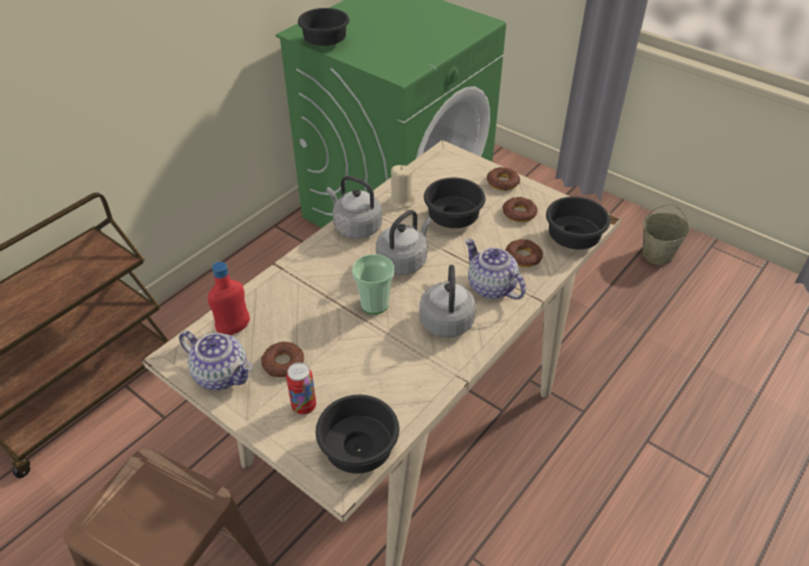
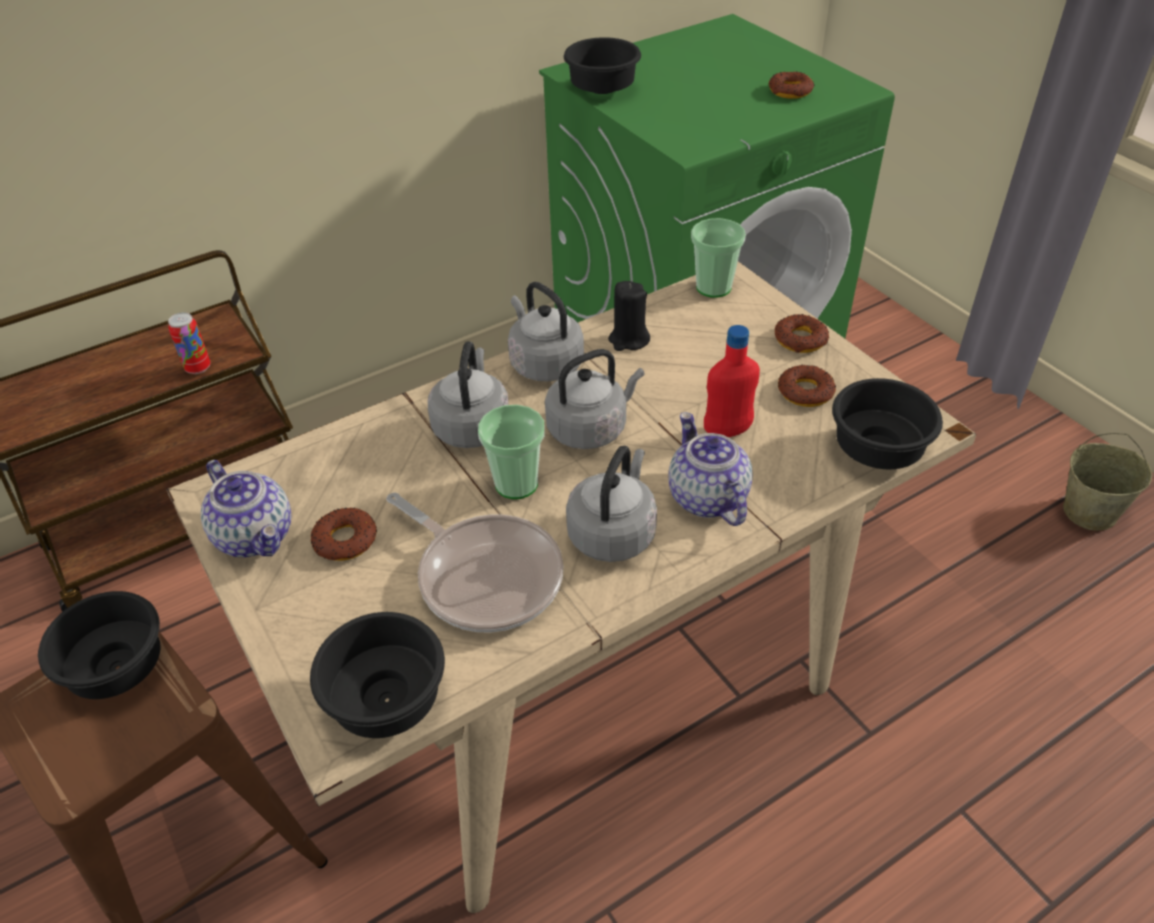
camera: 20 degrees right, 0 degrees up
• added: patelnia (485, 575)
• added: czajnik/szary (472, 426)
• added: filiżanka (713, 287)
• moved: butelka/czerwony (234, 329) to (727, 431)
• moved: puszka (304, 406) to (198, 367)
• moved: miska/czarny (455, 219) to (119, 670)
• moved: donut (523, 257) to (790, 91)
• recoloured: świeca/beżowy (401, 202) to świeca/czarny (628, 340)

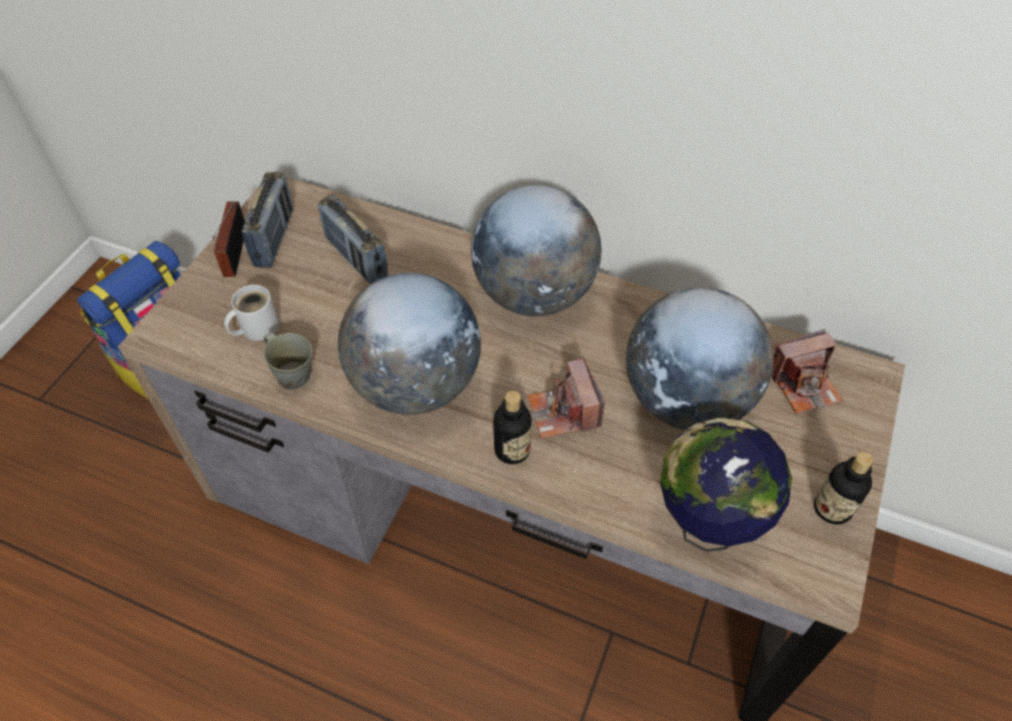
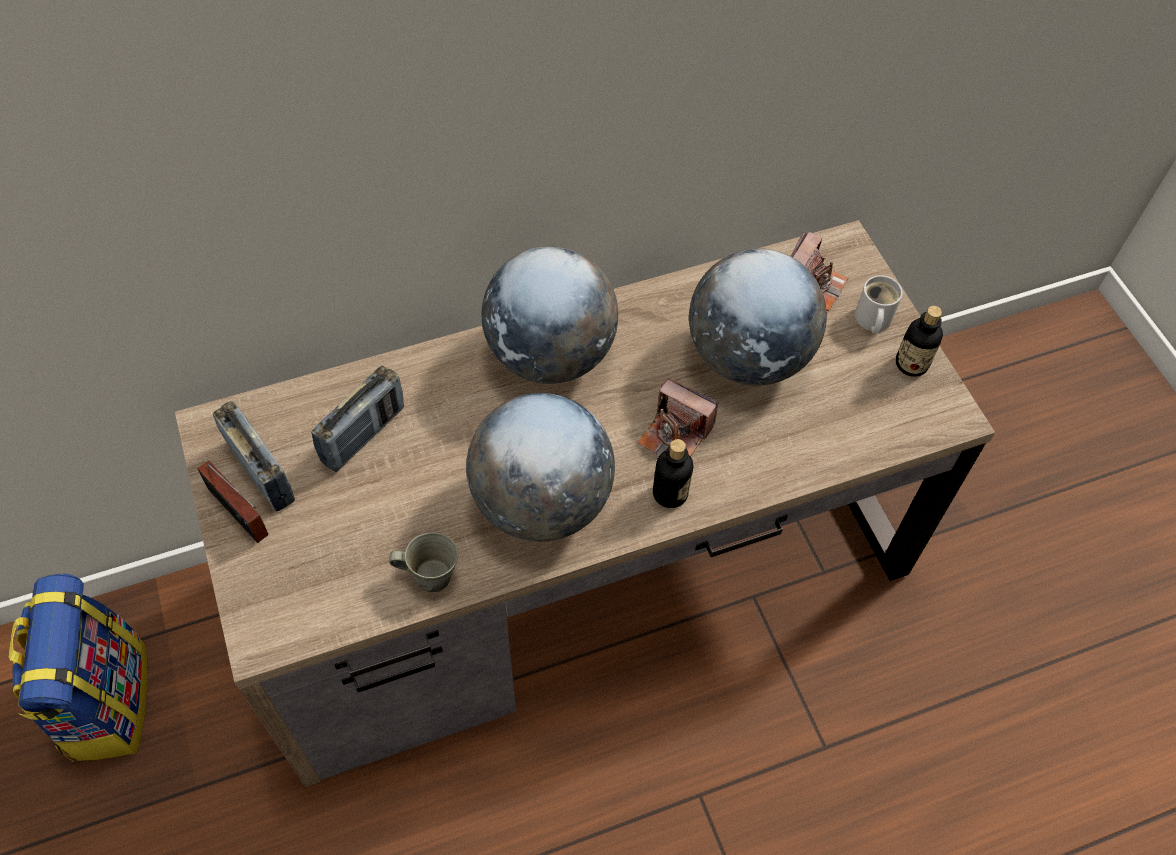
camera: 45 degrees left, 5 degrees up
• removed: globus (705, 525)
• moved: kubek/biały (256, 327) to (871, 319)
• turned: radio (356, 259) = (363, 435) 60 degrees counterclockwise

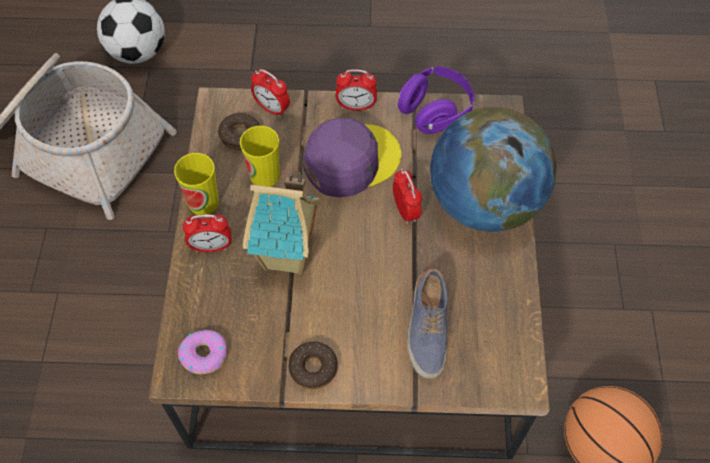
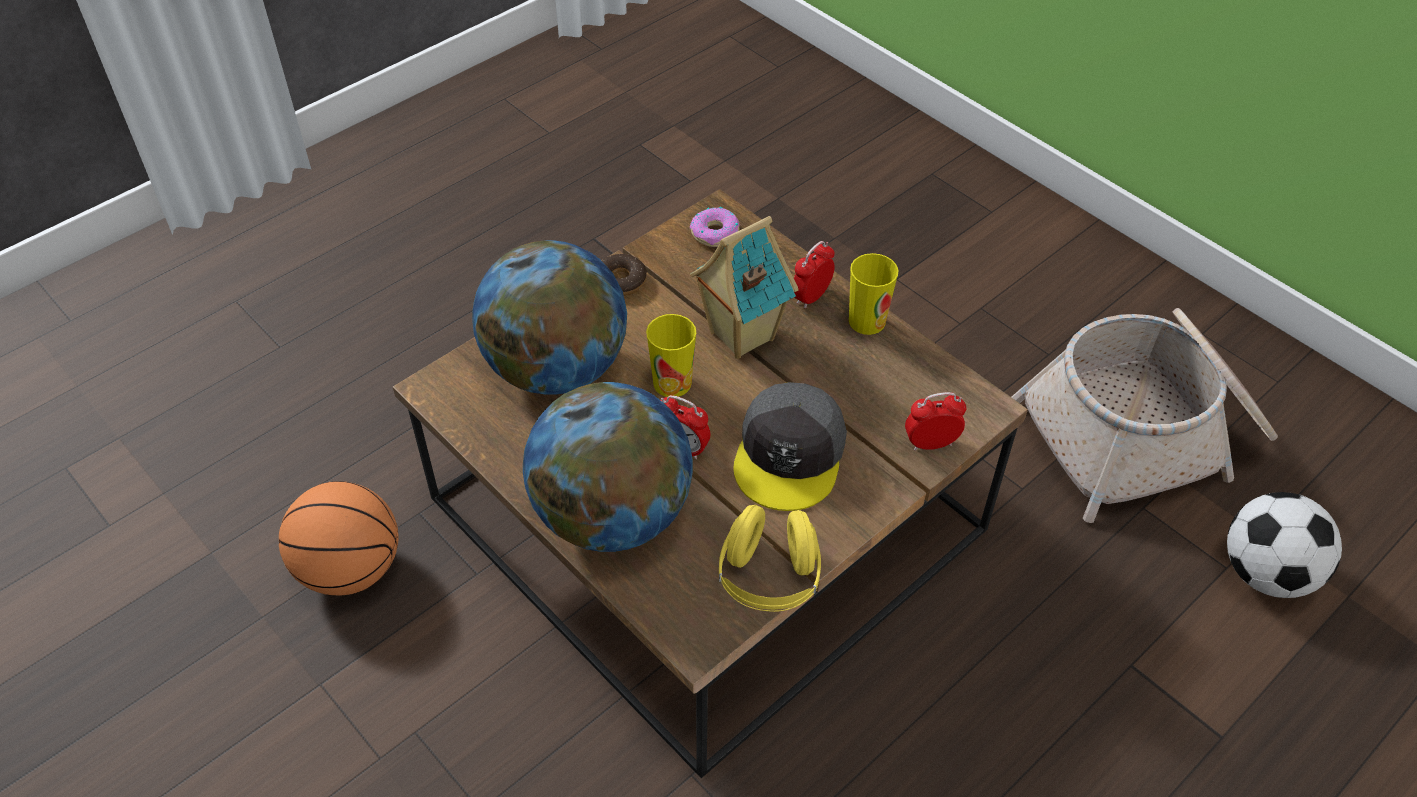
camera: 135 degrees right, 10 degrees down
• removed: donut (240, 135)
• removed: budzik (356, 106)
• moved: filiżanka (265, 175) to (672, 383)
• replaced: but (426, 329) to globus (556, 369)
• recoloured: czapka z daszkiem/fioletowy (350, 160) to czapka z daszkiem/szary (790, 454)
• recoloured: słuchawki/fioletowy (435, 111) to słuchawki/żółty (769, 577)

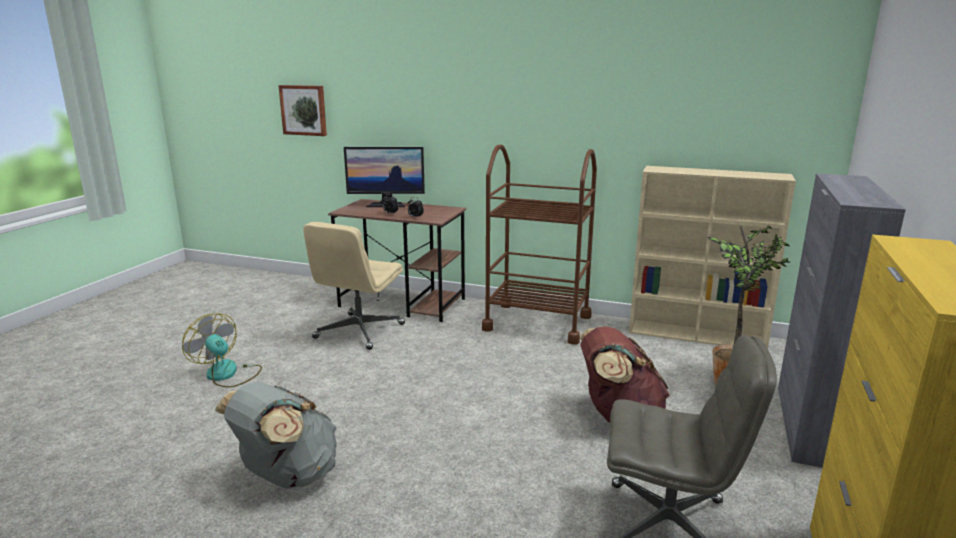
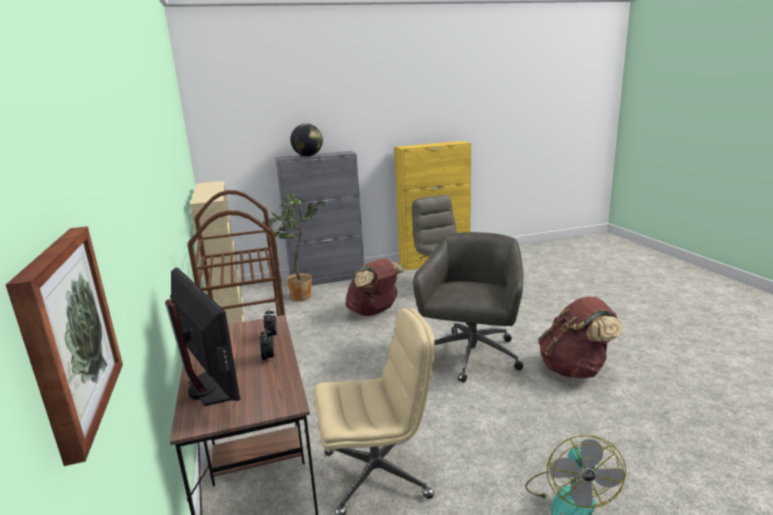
camera: 125 degrees left, 0 degrees up
• added: globus (308, 156)
• added: krzesło biurowe/szary (471, 357)
• recoloured: plecak/szary (287, 476) to plecak/brązowy (575, 369)

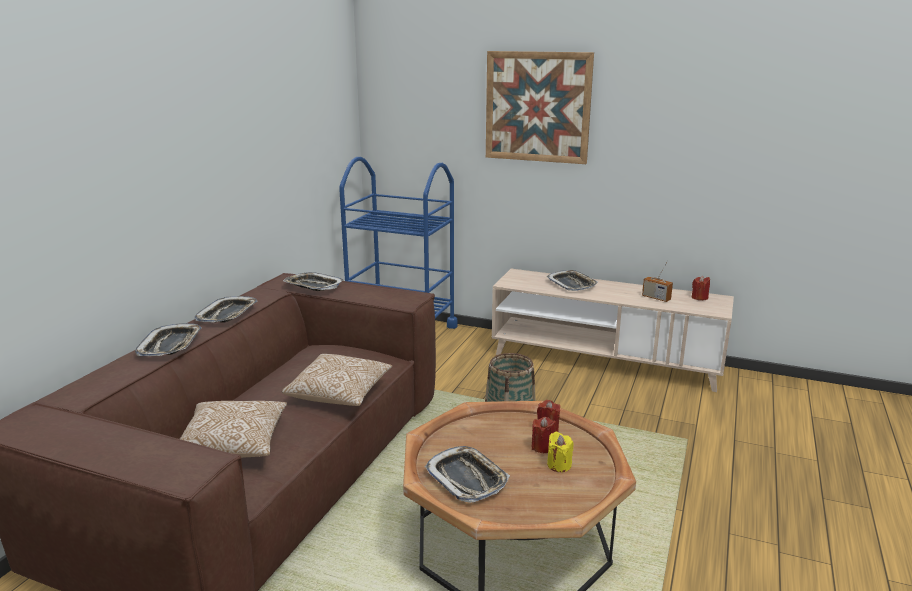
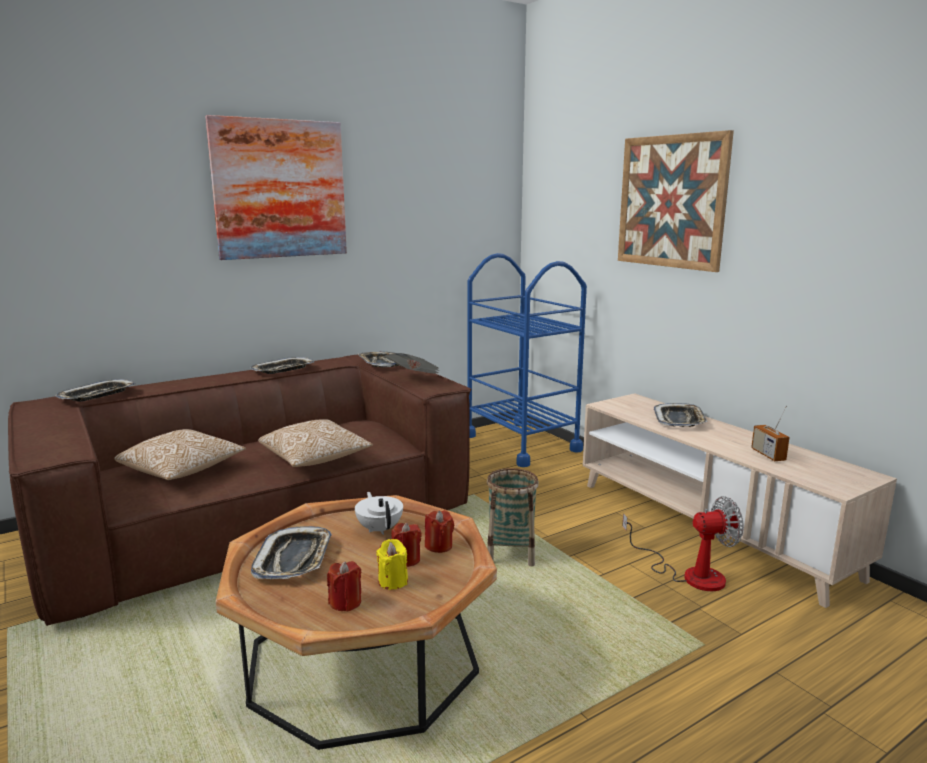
camera: 35 degrees right, 5 degrees down
• added: obraz (280, 189)
• added: imbryk/biały (380, 529)
• added: gazeta (415, 379)
• added: wentylator (690, 574)
• moved: taca (171, 345) to (97, 395)
• moved: świeca/czerwony (699, 298) to (345, 602)

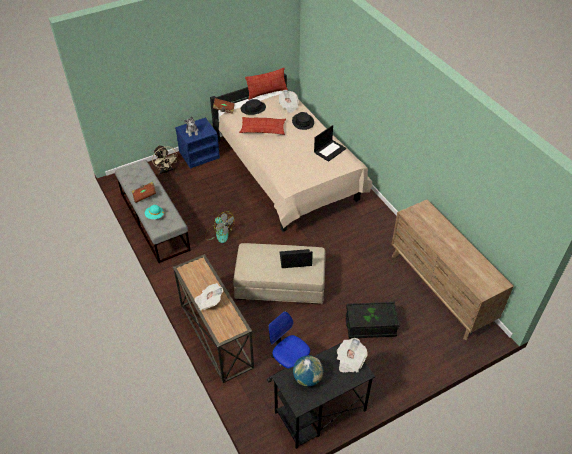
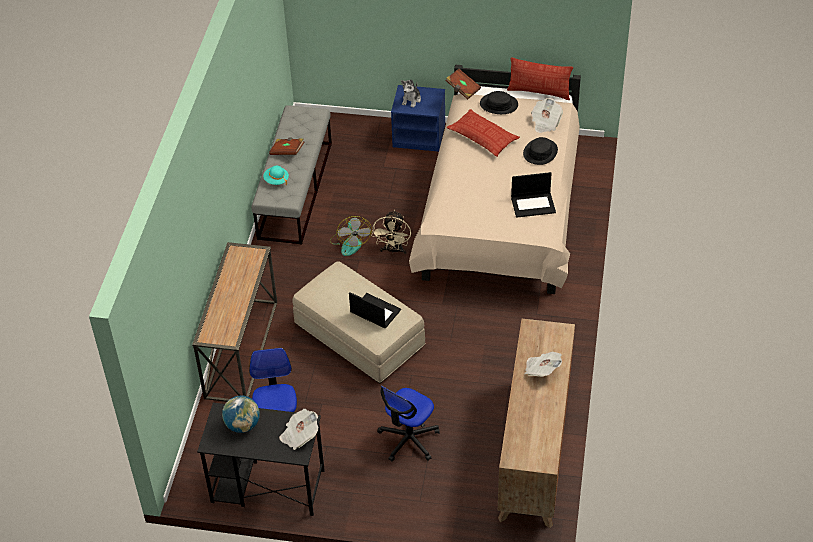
camera: 40 degrees right, 0 degrees up
• moved: wentylator/beżowy (166, 171) to (393, 250)
• moved: gazeta (209, 301) to (542, 370)
• replaced: pojemnik do przechowywania/czarny (370, 326) to krzesło biurowe (408, 440)

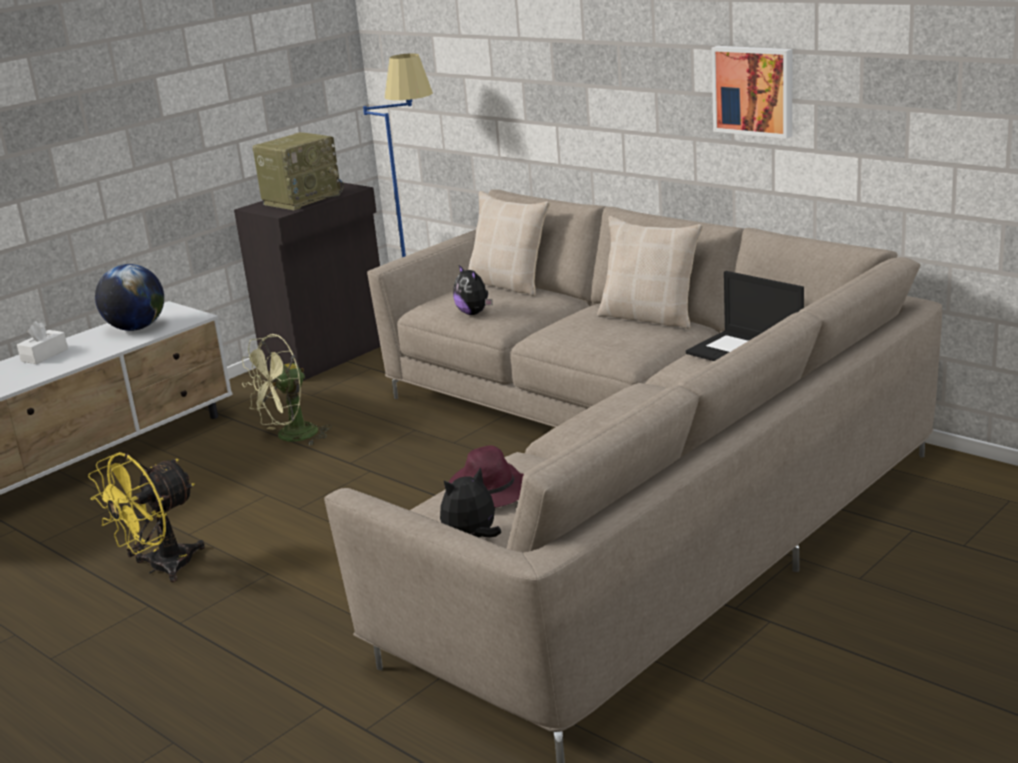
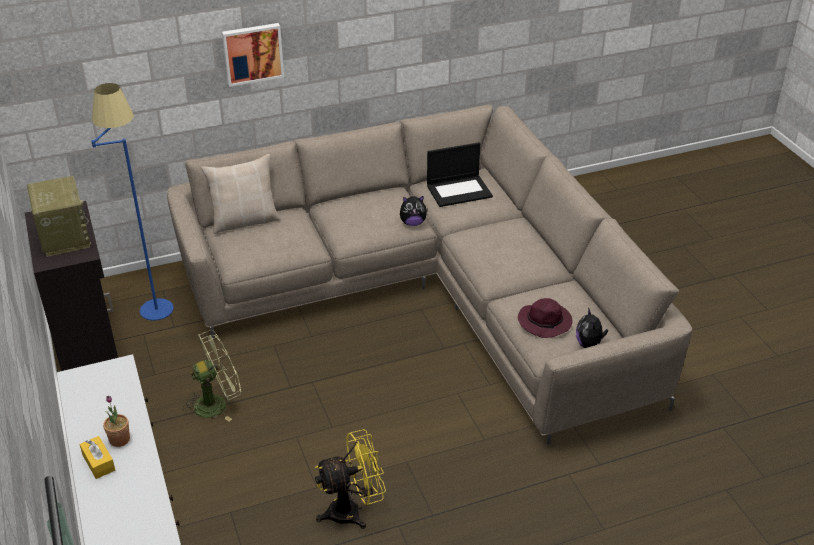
camera: 65 degrees left, 15 degrees up
• removed: globus (136, 328)
• removed: poduszka/beżowy (650, 317)
• added: roślina doniczkowa (119, 439)
• moved: pluszak (474, 313) to (413, 223)
• moved: obraz (754, 90) to (252, 53)
• recoloured: pudełko chusteczek/biały (44, 355) to pudełko chusteczek/żółty (98, 462)
• turned: wentylator/żółty (160, 568) = (353, 510) 90 degrees counterclockwise
• turned: wentylator/zielony (290, 437) = (217, 403) 105 degrees counterclockwise

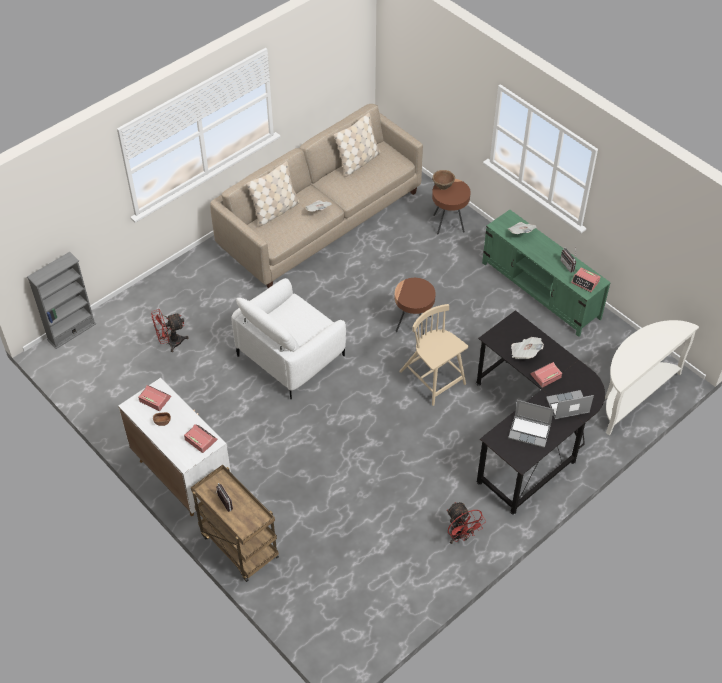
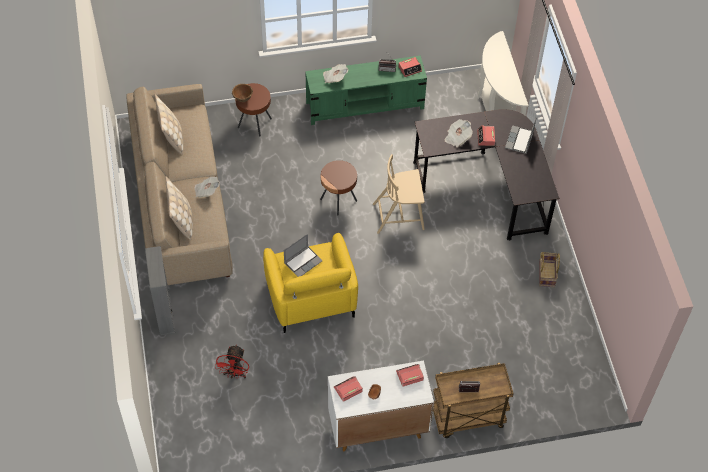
camera: 60 degrees left, 5 degrees up
• moved: regał/szary (71, 332) to (165, 314)
• moved: laptop (530, 432) to (303, 261)
• replaced: wentylator/czerwony (460, 536) to koszyk (546, 274)
• recoloured: fotel/biały (291, 355) to fotel/żółty (310, 295)

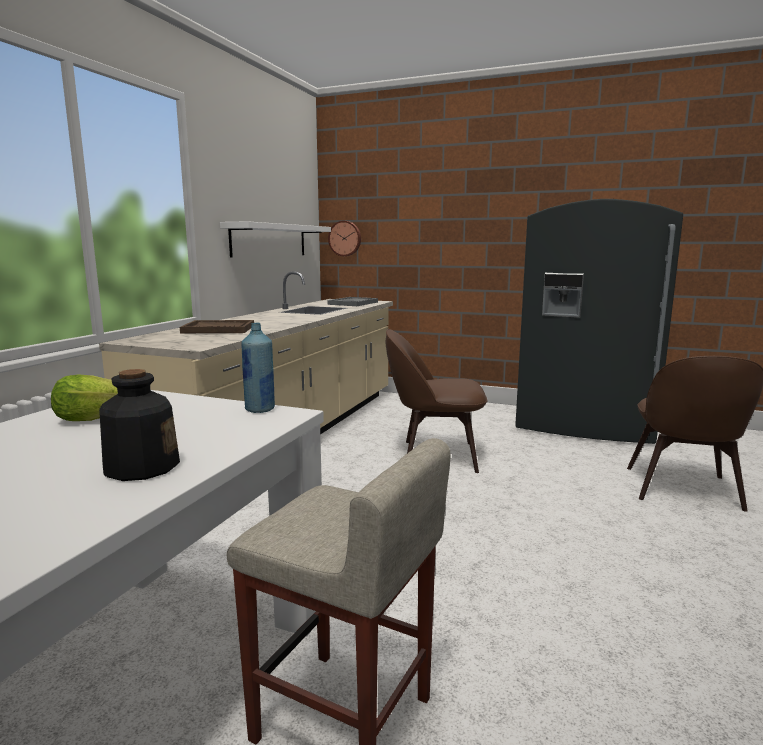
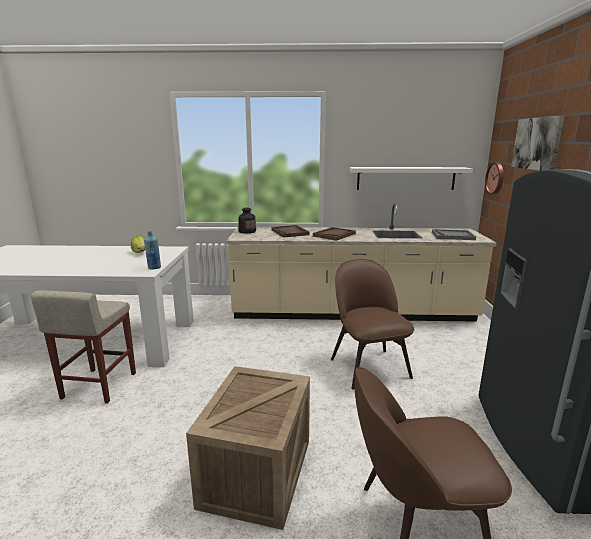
camera: 70 degrees right, 5 degrees up
• added: skrzynka (257, 474)
• added: taca/brązowy (334, 235)
• added: obraz (537, 143)
• moved: butelka (141, 467) to (247, 231)

